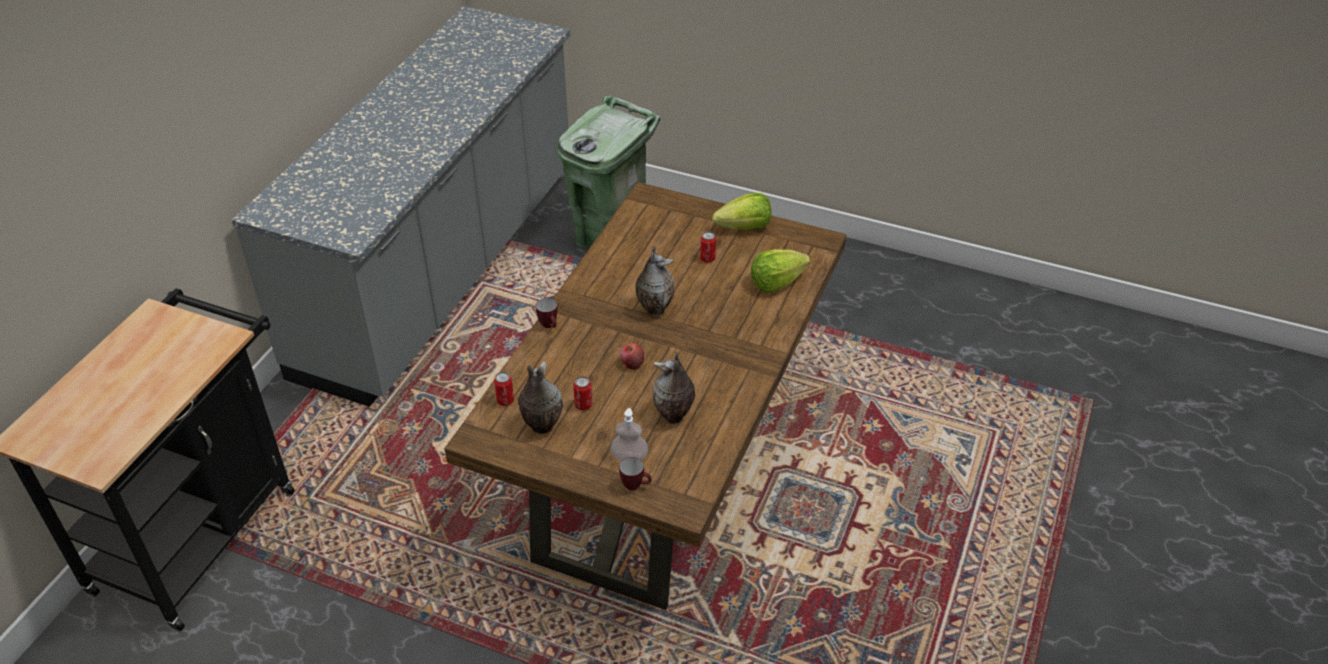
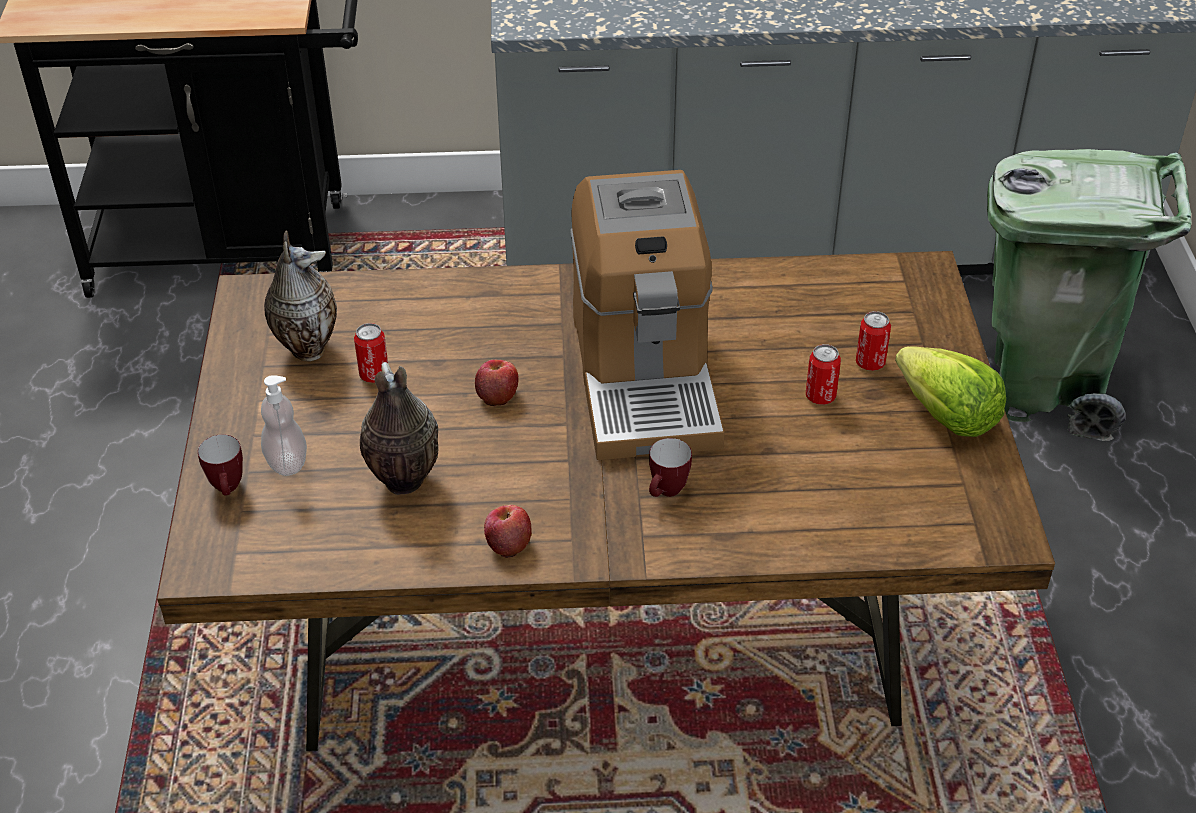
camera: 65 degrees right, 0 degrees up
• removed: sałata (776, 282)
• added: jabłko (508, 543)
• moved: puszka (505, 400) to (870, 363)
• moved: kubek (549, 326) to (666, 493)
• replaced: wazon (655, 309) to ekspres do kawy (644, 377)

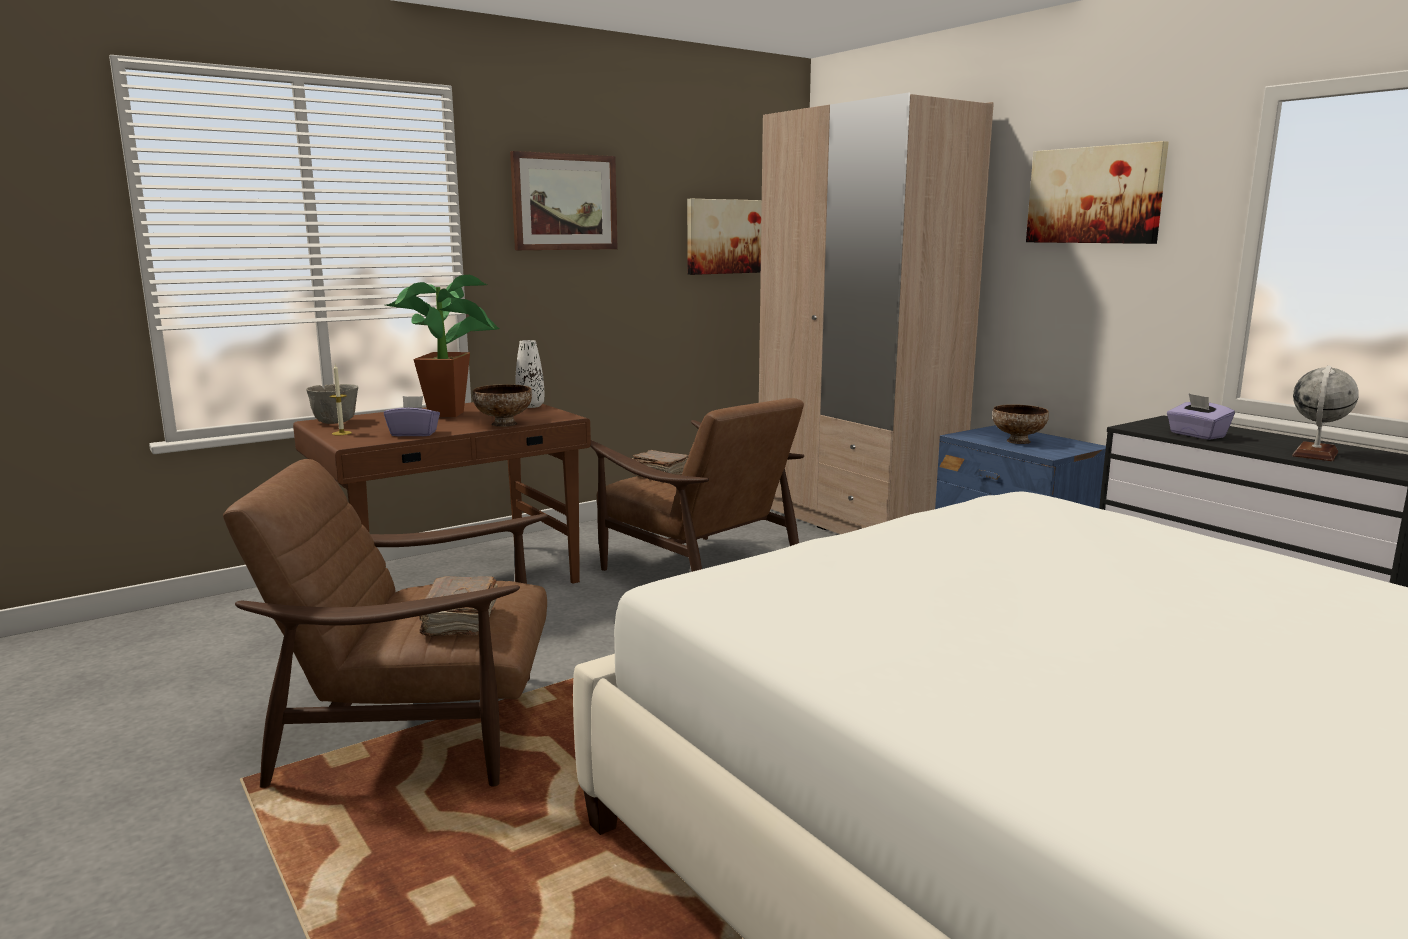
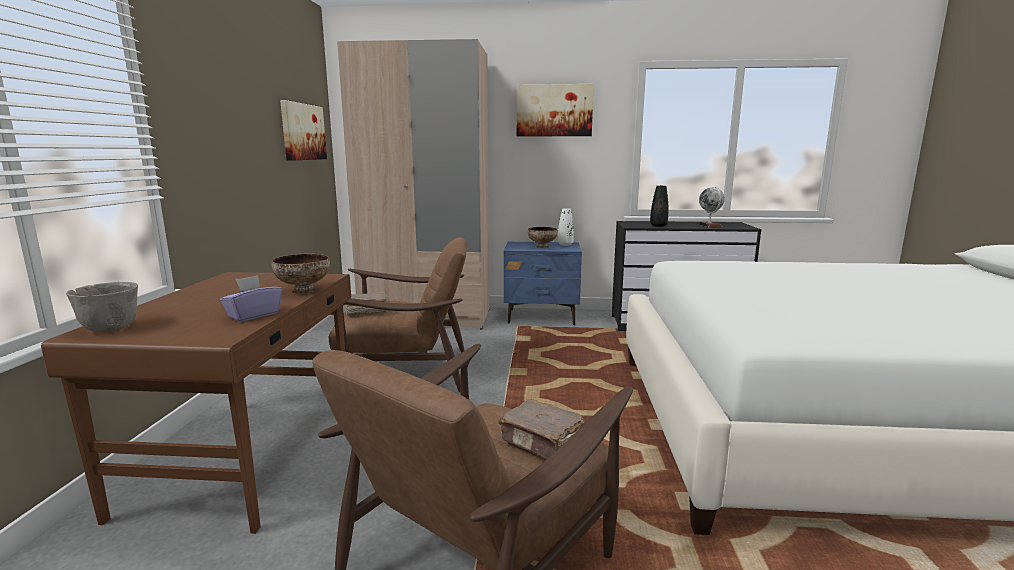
camera: 50 degrees left, 0 degrees up
• removed: świeca (341, 433)
• removed: roślina doniczkowa (452, 413)
• removed: obraz (564, 202)
• moved: wazon/biały (530, 406) to (565, 244)
• replaced: pudełko chusteczek/fioletowy (1196, 435) to wazon/czarny (658, 225)

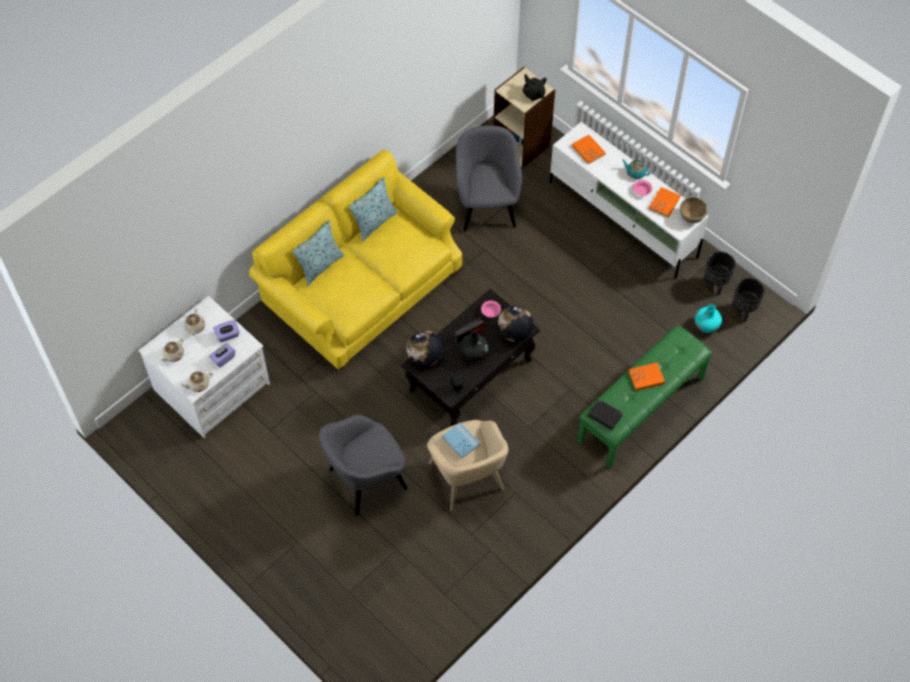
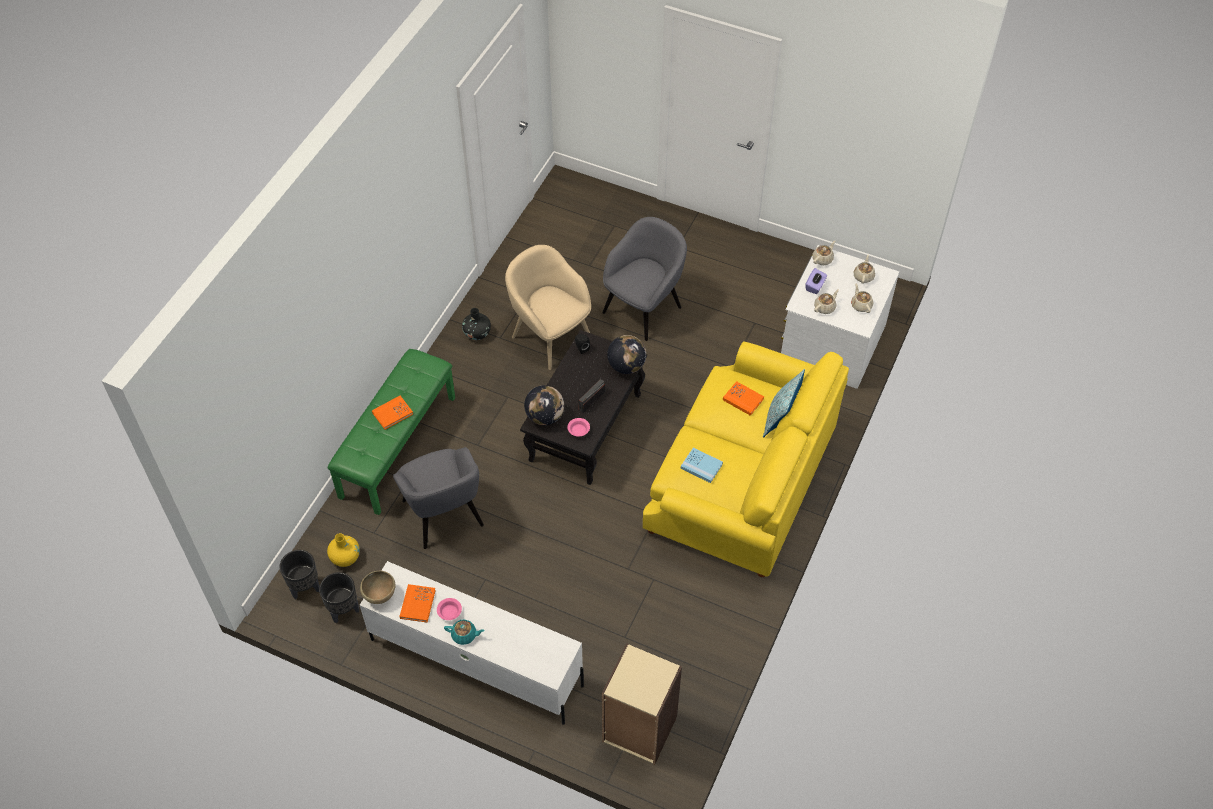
camera: 160 degrees right, 5 degrees down
• removed: poduszka (374, 223)
• removed: imbryk/czarny (533, 94)
• removed: książka/czarny (605, 416)
• moved: książka/niebieski (461, 441) to (701, 466)
• moved: fotel/szary (487, 206) to (443, 515)
• moved: wazon/czarny (474, 353) to (477, 333)
• moved: książka/pomarańczowy (588, 150) to (743, 399)
• replaced: pudełko chusteczek/fioletowy (228, 335) to imbryk/beżowy (825, 307)
• recoloured: wazon/turkusowy (706, 325) to wazon/żółty (345, 557)

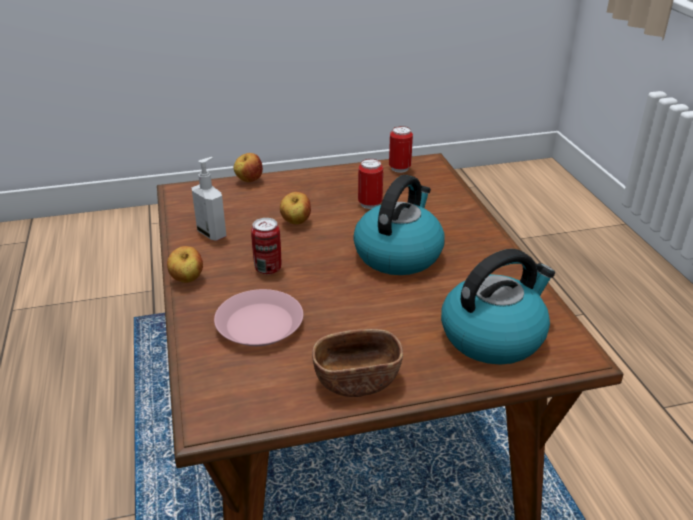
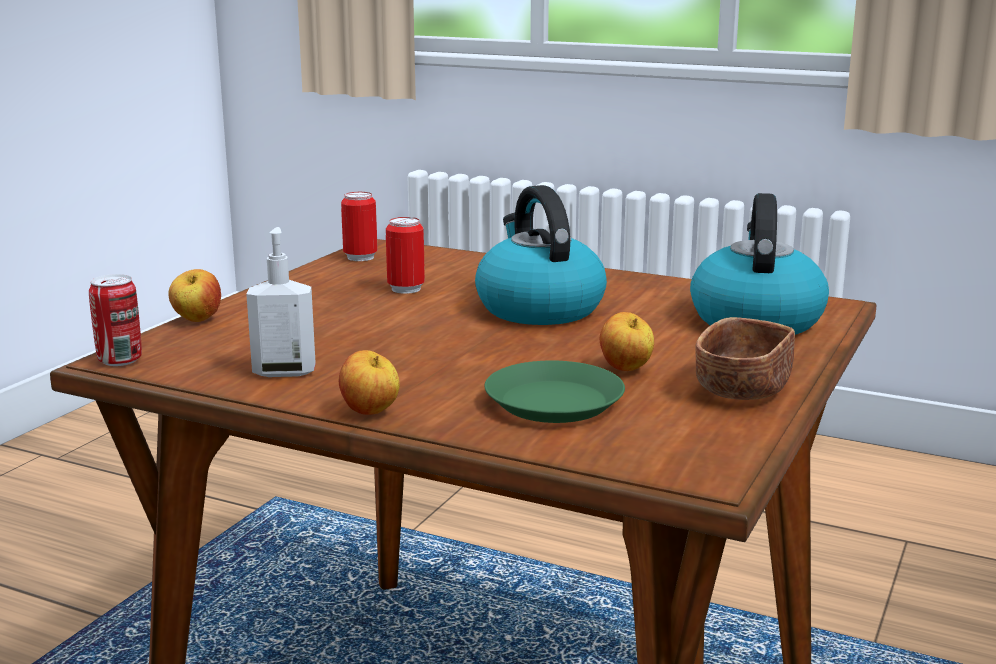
camera: 50 degrees left, 15 degrees down
• moved: puszka (268, 268) to (120, 360)
• moved: jabłko (296, 223) to (626, 370)
• recoloured: talerz/różowy (259, 325) to talerz/zielony (554, 402)

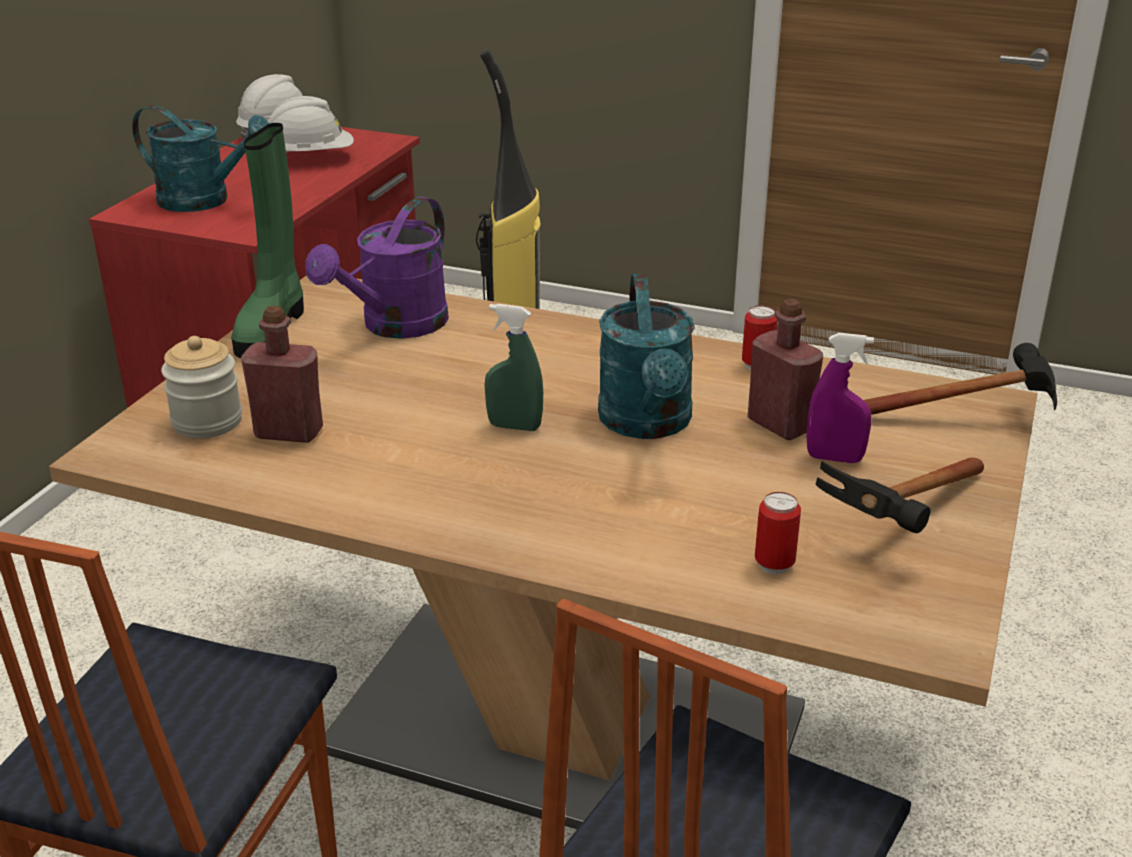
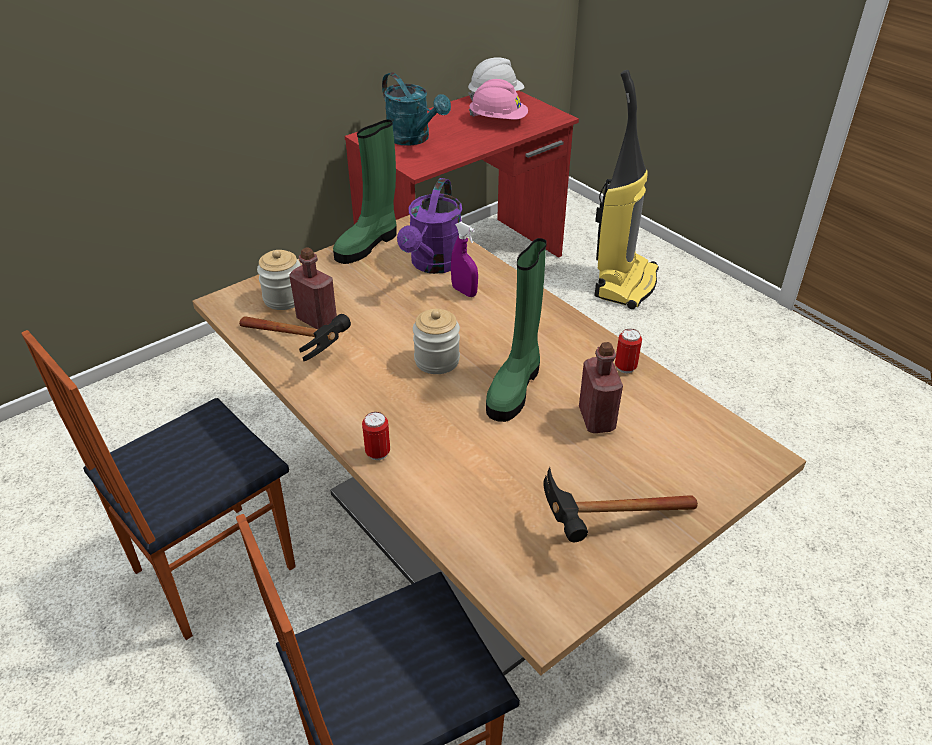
camera: 30 degrees right, 10 degrees up
• moved: puszka (774, 564) to (378, 453)
• moved: spryskiwacz/fioletowy (834, 458) to (464, 291)
• moved: młotek (970, 420) to (303, 351)
• replaced: spryskiwacz/zielony (514, 426) to słoik (437, 360)
• replaced: konewka/turkusowy (648, 424) to but z cholewką/zielony (515, 388)
• recoloured: kask/biały (310, 158) to kask/różowy (498, 120)
• turned: konewka/fioletowy (395, 326) = (434, 264) 45 degrees counterclockwise

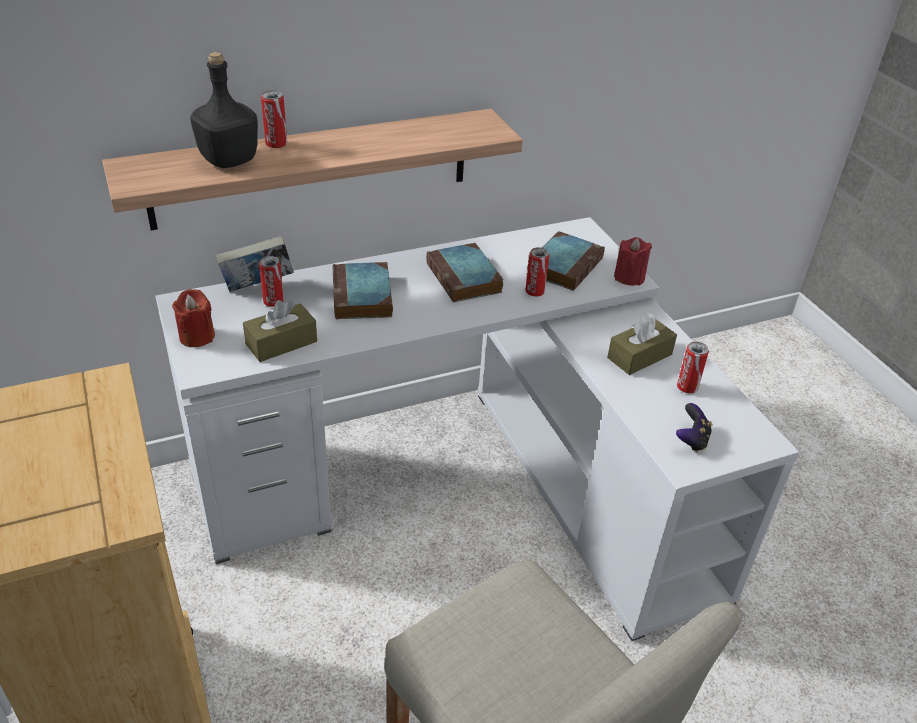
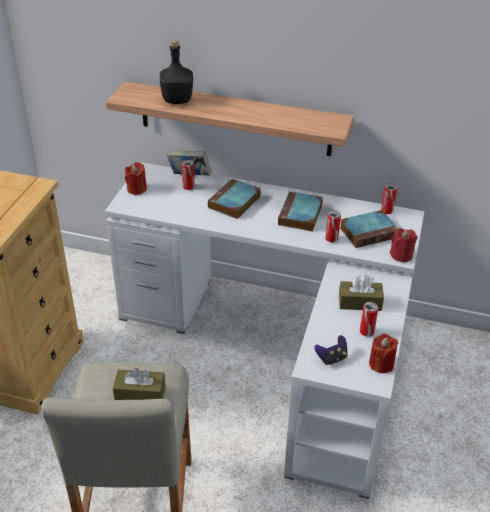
camera: 40 degrees right, 0 degrees up
• added: świeca/czerwony (381, 364)
• moved: pudełko chusteczek/brązowy (281, 343) to (140, 394)
• moved: puszka (276, 144) to (387, 211)

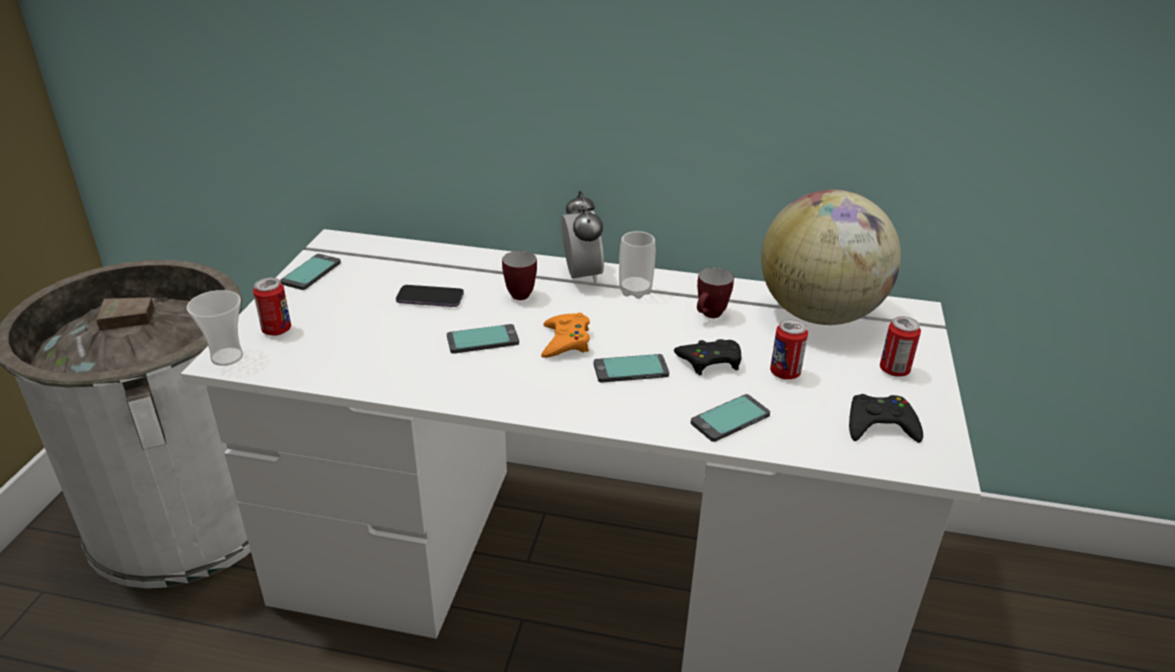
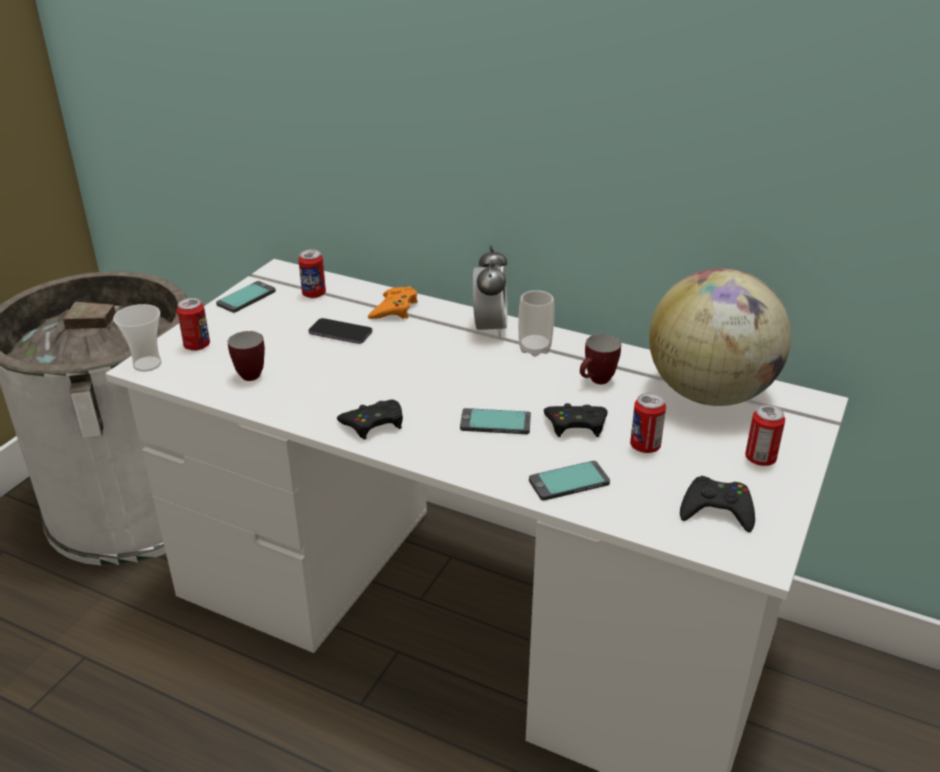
camera: 15 degrees right, 0 degrees up
• removed: telefon (482, 340)
• added: puszka (314, 294)
• added: pad do gier/czarny (373, 423)
• moved: kubek (517, 293) to (249, 373)
• moved: pad do gier/pomarańczowy (565, 341) to (394, 309)

